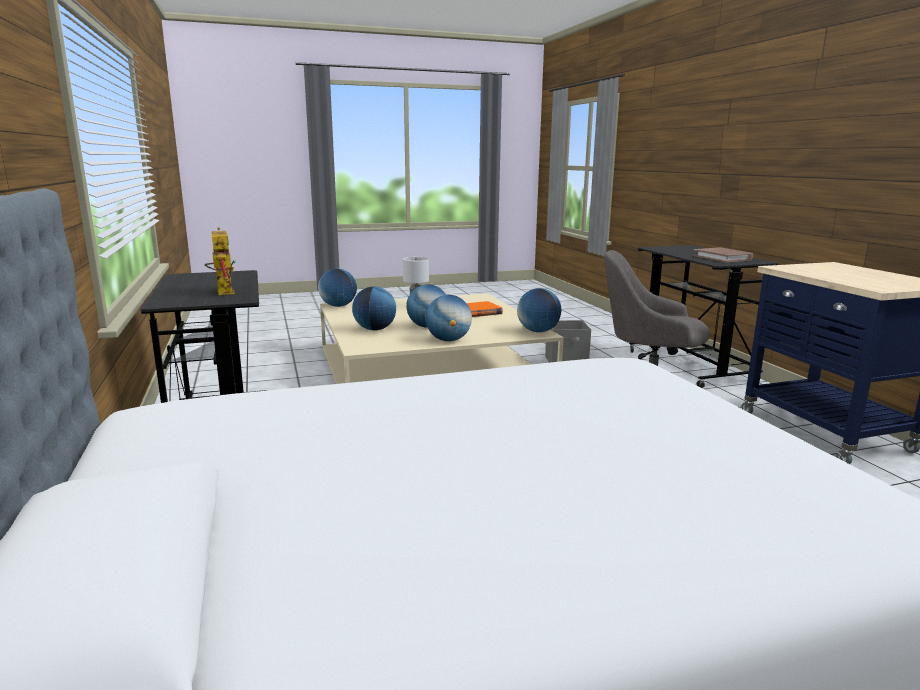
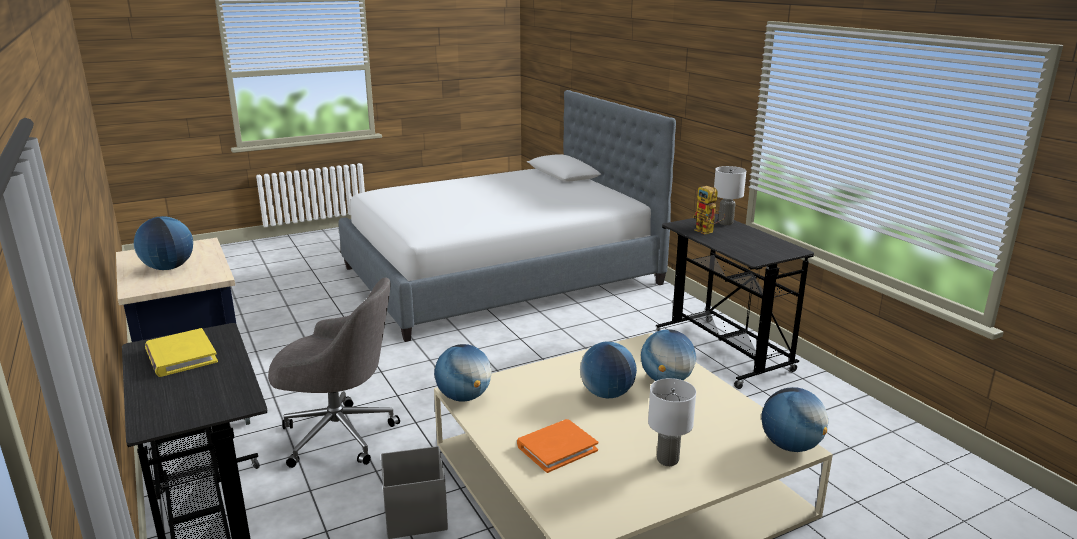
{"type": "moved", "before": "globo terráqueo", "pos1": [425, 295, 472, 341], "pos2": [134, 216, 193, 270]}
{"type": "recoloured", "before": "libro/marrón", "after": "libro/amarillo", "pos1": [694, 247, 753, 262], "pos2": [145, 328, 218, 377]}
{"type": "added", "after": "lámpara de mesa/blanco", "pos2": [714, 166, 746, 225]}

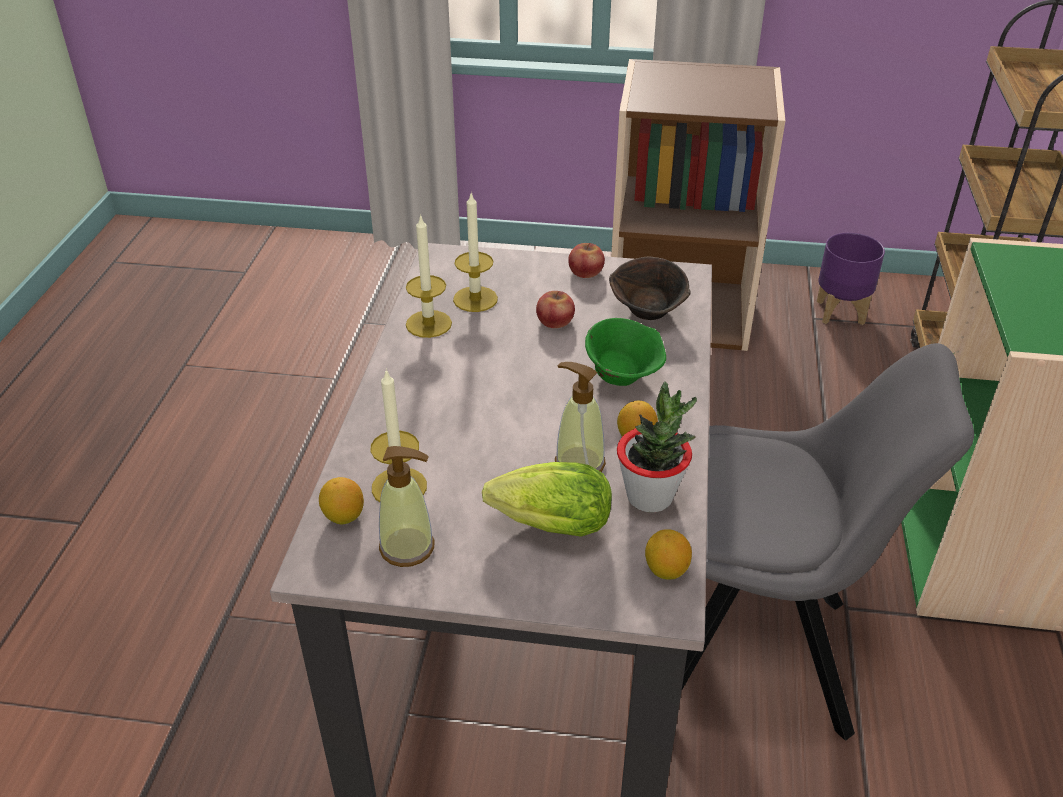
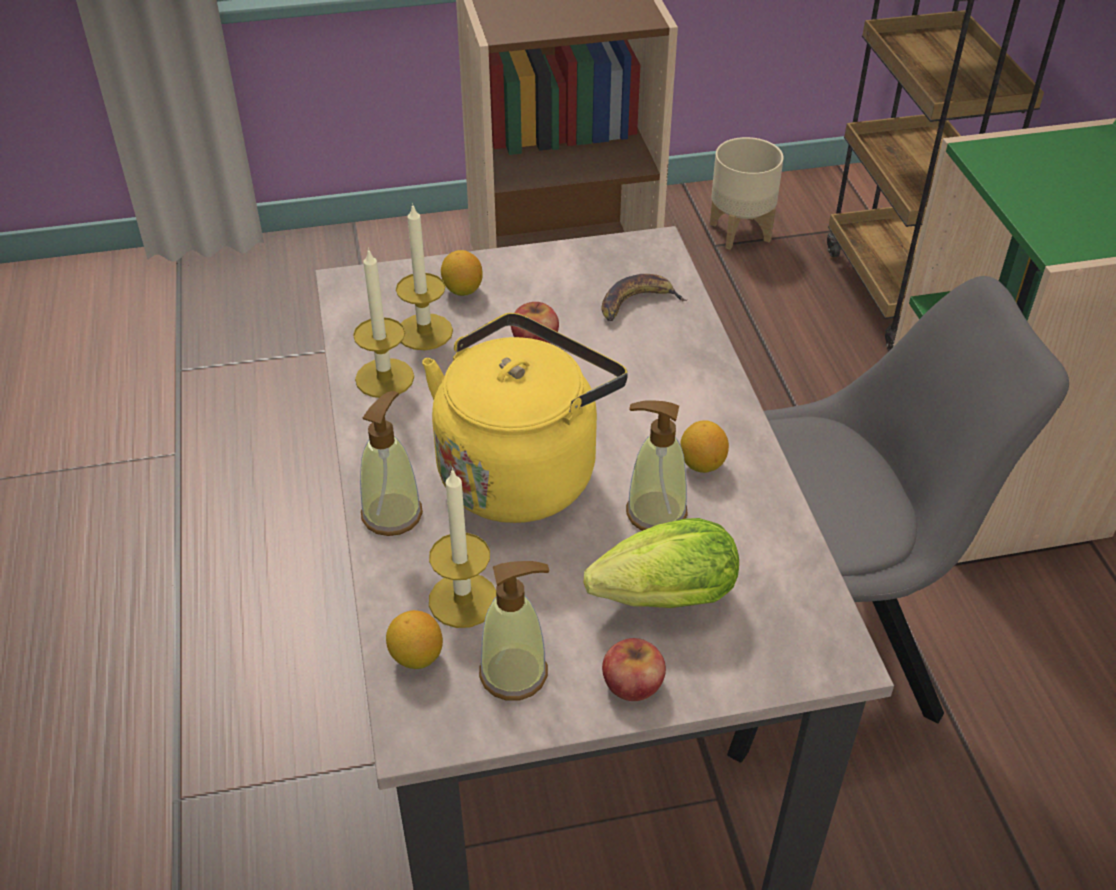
{"type": "moved", "before": "manzana", "pos1": [568, 243, 605, 278], "pos2": [602, 638, 666, 701]}
{"type": "removed", "before": "cuenco/verde", "pos1": [585, 318, 666, 386]}
{"type": "replaced", "before": "cuenco/marrón", "after": "plátano", "pos1": [609, 256, 691, 320], "pos2": [601, 274, 687, 321]}
{"type": "removed", "before": "planta en maceta", "pos1": [617, 381, 697, 512]}
{"type": "moved", "before": "limón", "pos1": [645, 529, 692, 580], "pos2": [441, 250, 483, 296]}
{"type": "recoloured", "before": "maceta/morado", "after": "maceta/beis", "pos1": [817, 233, 885, 325], "pos2": [710, 137, 784, 250]}
{"type": "added", "after": "dispensador de jabón", "pos2": [360, 391, 423, 536]}
{"type": "added", "after": "hervidor/amarillo", "pos2": [422, 313, 628, 523]}

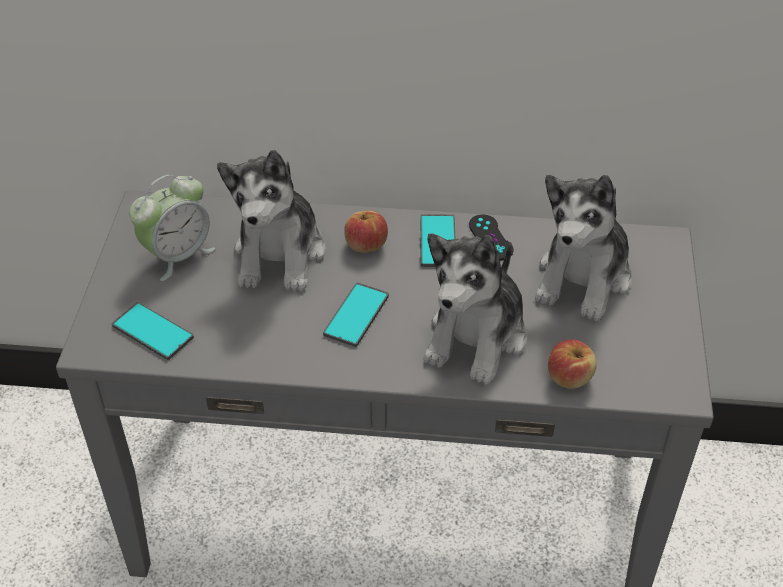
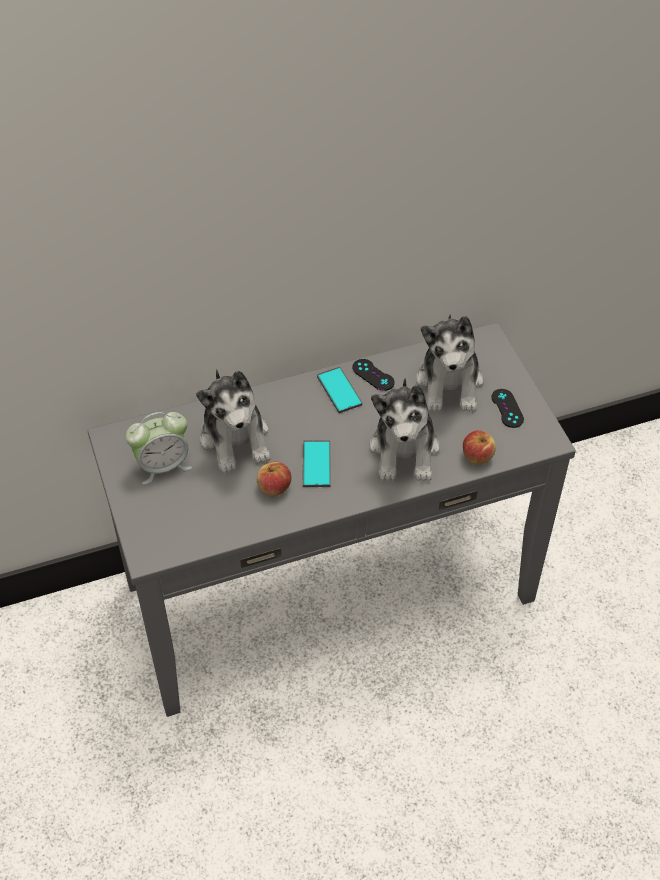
{"type": "removed", "before": "móvil", "pos1": [112, 302, 194, 360]}
{"type": "turned", "before": "despertador", "pos1": [129, 175, 215, 281], "pos2": [126, 412, 192, 484], "turn": 45}
{"type": "moved", "before": "manzana", "pos1": [344, 210, 388, 253], "pos2": [257, 461, 292, 497]}
{"type": "added", "after": "mando de consola/negro", "pos2": [491, 389, 524, 428]}

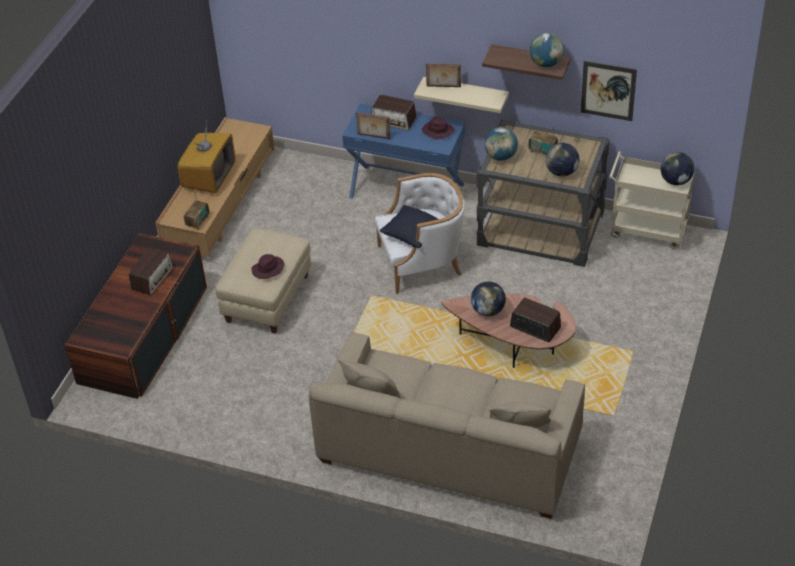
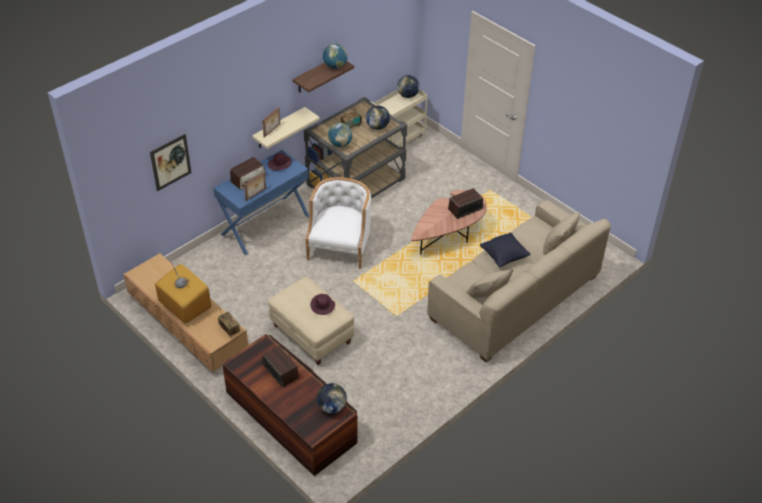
{"type": "moved", "before": "cojín/negro", "pos1": [380, 205, 438, 248], "pos2": [480, 233, 530, 267]}
{"type": "moved", "before": "globo terráqueo", "pos1": [471, 281, 506, 316], "pos2": [317, 383, 347, 414]}
{"type": "moved", "before": "cuadro", "pos1": [581, 61, 637, 121], "pos2": [150, 134, 192, 191]}

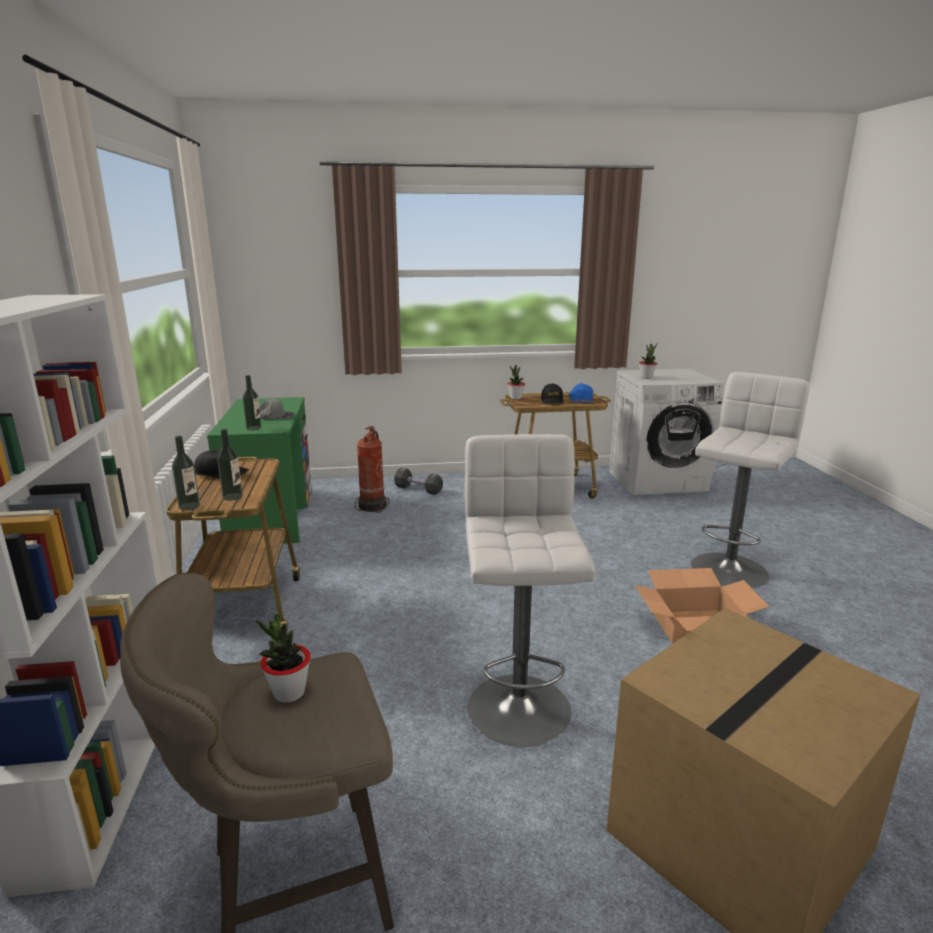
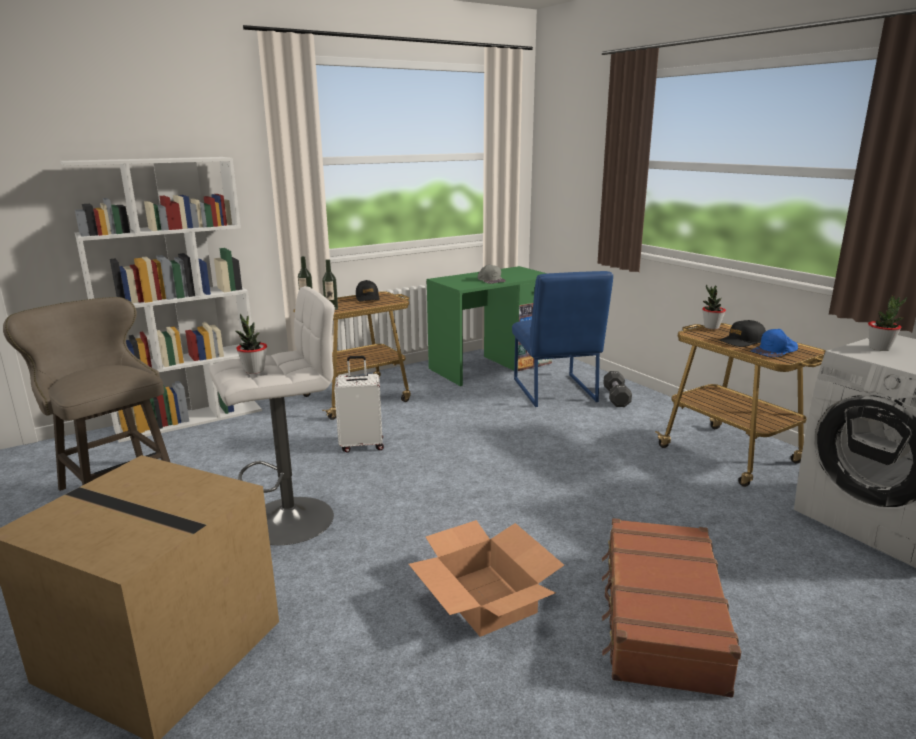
{"type": "removed", "before": "botella", "pos1": [243, 375, 262, 431]}
{"type": "moved", "before": "planta en maceta", "pos1": [256, 614, 311, 703], "pos2": [235, 314, 267, 374]}
{"type": "replaced", "before": "extintor", "after": "silla/azul", "pos1": [355, 426, 390, 513], "pos2": [512, 271, 613, 407]}
{"type": "replaced", "before": "taburete/blanco", "after": "maleta/marrón", "pos1": [691, 372, 810, 588], "pos2": [602, 518, 741, 698]}
{"type": "added", "after": "maleta/blanco", "pos2": [334, 356, 384, 453]}

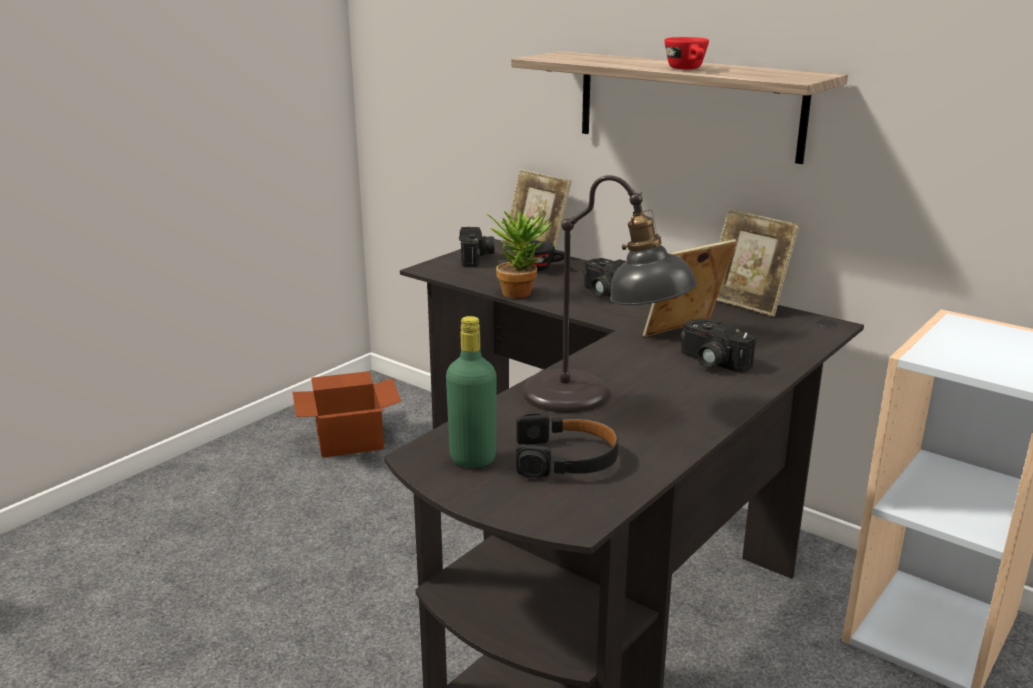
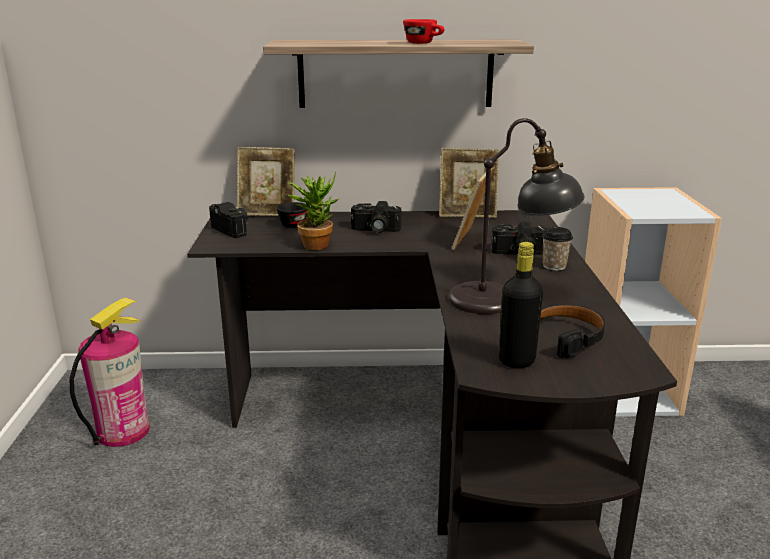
{"type": "replaced", "before": "caja de cartón", "after": "extintor", "pos1": [293, 371, 401, 458], "pos2": [69, 297, 150, 447]}
{"type": "recoloured", "before": "botella/verde", "after": "botella/negro", "pos1": [446, 316, 497, 468], "pos2": [499, 242, 543, 368]}
{"type": "added", "after": "taza", "pos2": [542, 227, 573, 271]}

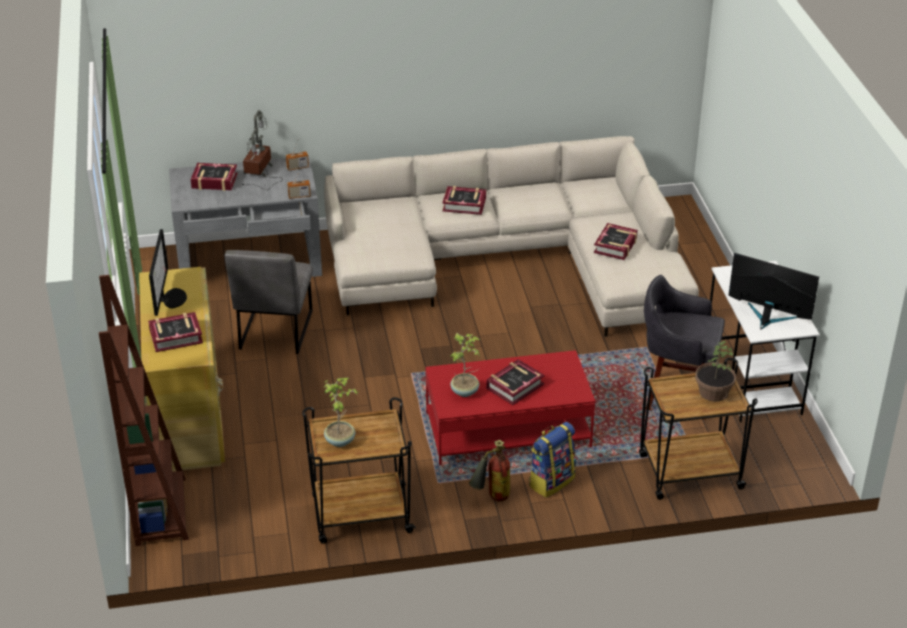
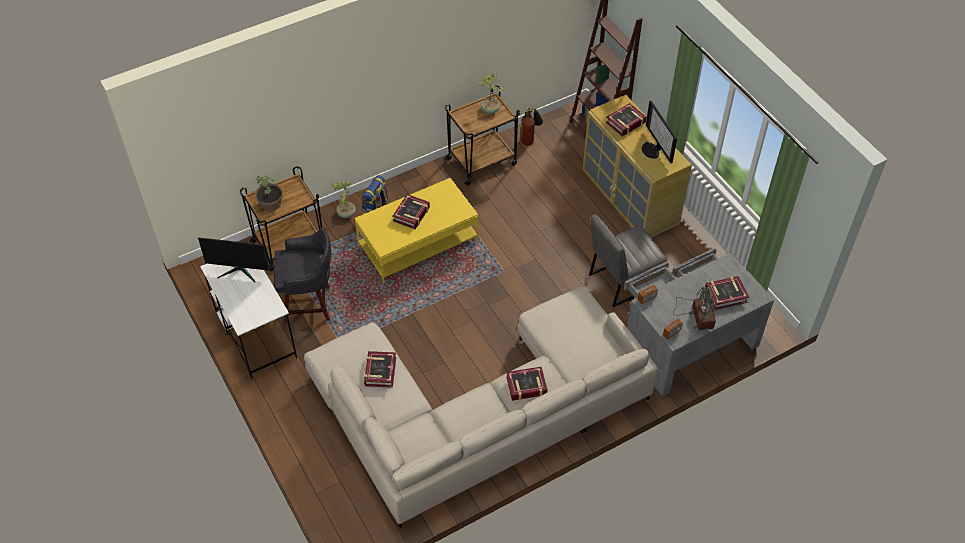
{"type": "turned", "before": "silla/gris", "pos1": [224, 250, 313, 354], "pos2": [589, 214, 667, 307], "turn": -105}
{"type": "recoloured", "before": "mesa de centro/rojo", "after": "mesa de centro/amarillo", "pos1": [426, 350, 595, 465], "pos2": [355, 178, 478, 283]}
{"type": "moved", "before": "planta en maceta", "pos1": [450, 333, 481, 397], "pos2": [332, 181, 356, 218]}
{"type": "moved", "before": "extintor", "pos1": [469, 440, 510, 501], "pos2": [521, 107, 543, 145]}

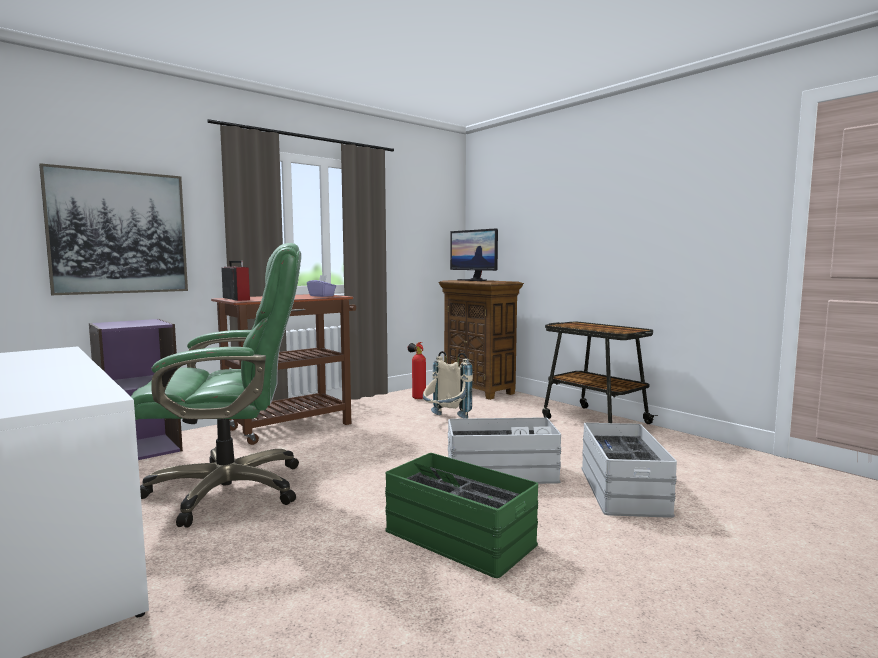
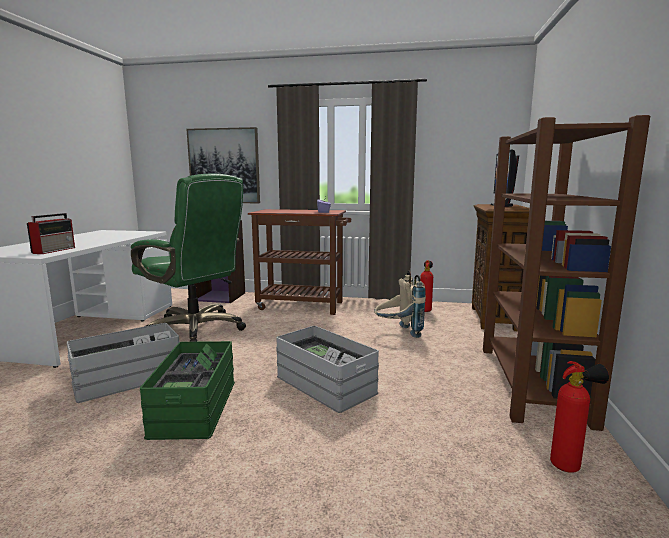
{"type": "moved", "before": "radio", "pos1": [221, 261, 250, 301], "pos2": [27, 213, 75, 254]}
{"type": "replaced", "before": "carrito", "after": "estantería/marrón", "pos1": [542, 322, 658, 424], "pos2": [483, 115, 650, 431]}
{"type": "moved", "before": "caja de almacenaje/gris", "pos1": [582, 423, 677, 518], "pos2": [67, 323, 179, 403]}
{"type": "added", "after": "extintor", "pos2": [550, 361, 609, 473]}

